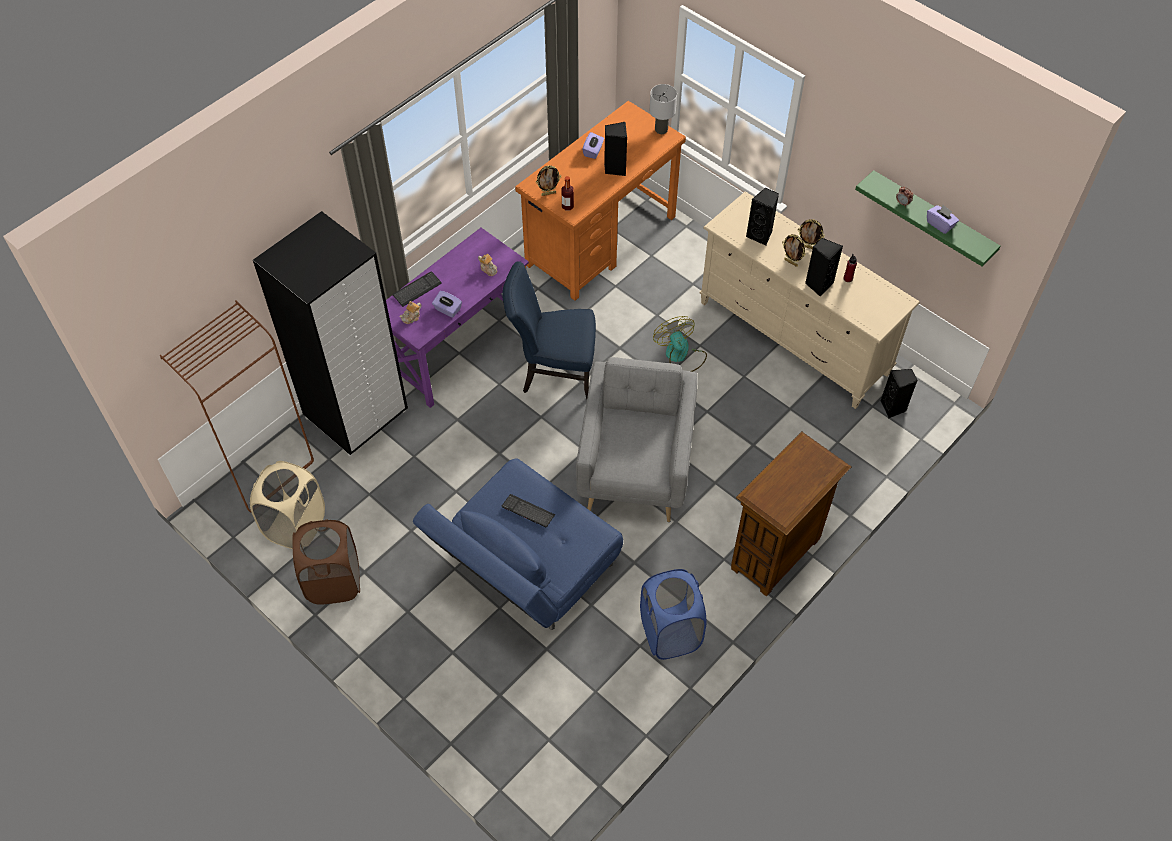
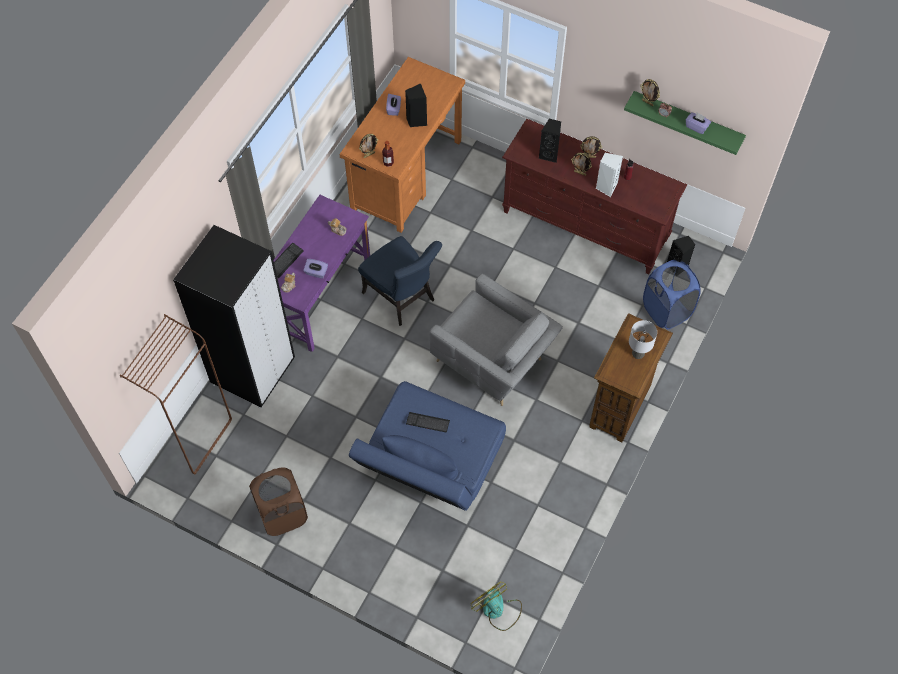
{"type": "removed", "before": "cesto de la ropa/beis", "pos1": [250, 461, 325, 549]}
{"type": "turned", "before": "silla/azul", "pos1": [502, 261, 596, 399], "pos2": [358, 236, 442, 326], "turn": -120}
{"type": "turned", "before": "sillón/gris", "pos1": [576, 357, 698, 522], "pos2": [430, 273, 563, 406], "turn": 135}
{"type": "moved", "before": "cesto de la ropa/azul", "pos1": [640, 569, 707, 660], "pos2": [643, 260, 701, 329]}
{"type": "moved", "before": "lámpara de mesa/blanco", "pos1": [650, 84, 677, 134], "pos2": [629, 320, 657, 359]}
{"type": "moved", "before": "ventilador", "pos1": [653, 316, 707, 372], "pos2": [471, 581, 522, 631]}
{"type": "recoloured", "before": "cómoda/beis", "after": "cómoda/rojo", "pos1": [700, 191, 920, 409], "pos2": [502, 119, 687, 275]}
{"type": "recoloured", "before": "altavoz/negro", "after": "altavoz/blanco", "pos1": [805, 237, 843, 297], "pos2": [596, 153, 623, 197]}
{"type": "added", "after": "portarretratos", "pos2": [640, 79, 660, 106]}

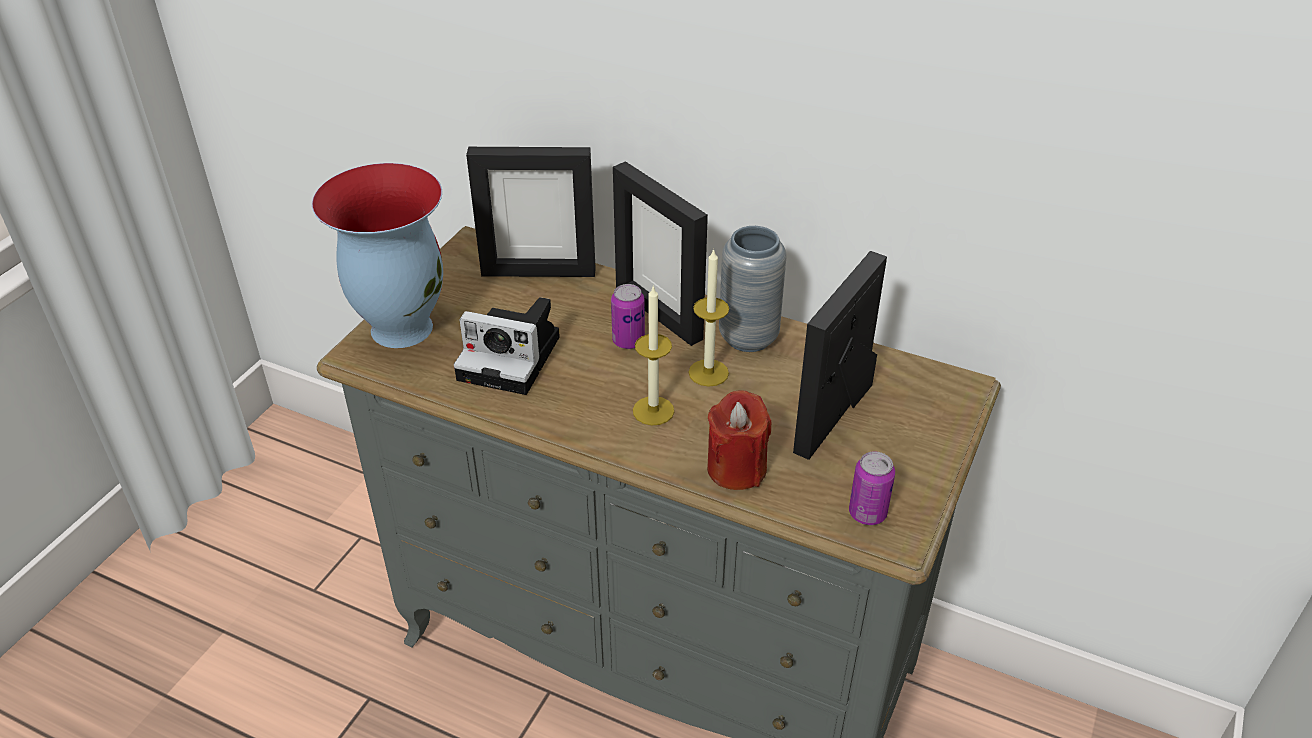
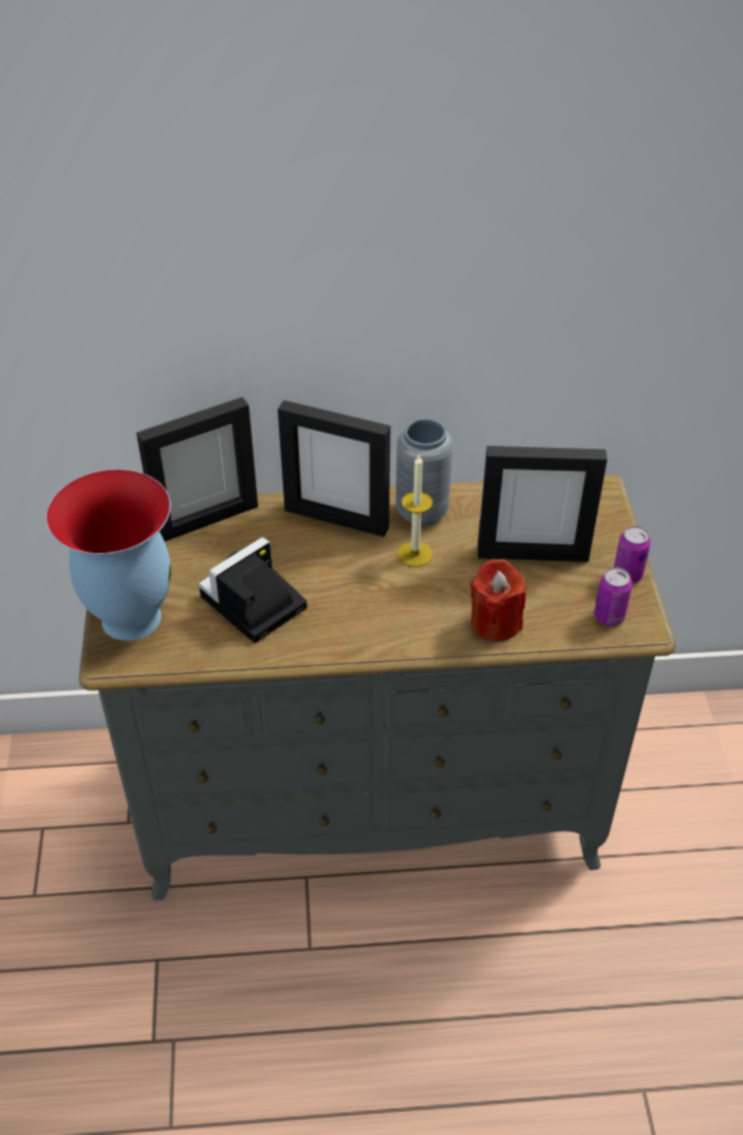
{"type": "turned", "before": "cámara", "pos1": [454, 297, 560, 395], "pos2": [199, 537, 307, 643], "turn": 150}
{"type": "moved", "before": "lata", "pos1": [611, 284, 645, 349], "pos2": [614, 526, 651, 583]}
{"type": "removed", "before": "vela", "pos1": [633, 285, 674, 425]}
{"type": "turned", "before": "portarretratos", "pos1": [793, 251, 887, 460], "pos2": [478, 446, 607, 562], "turn": -90}

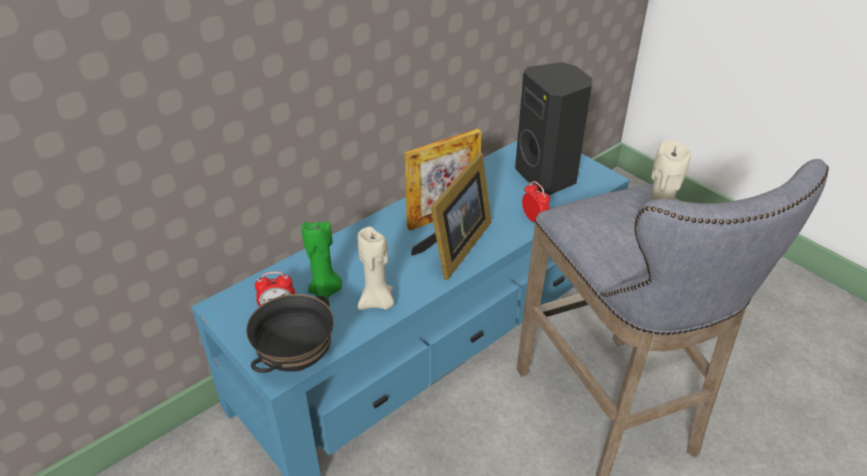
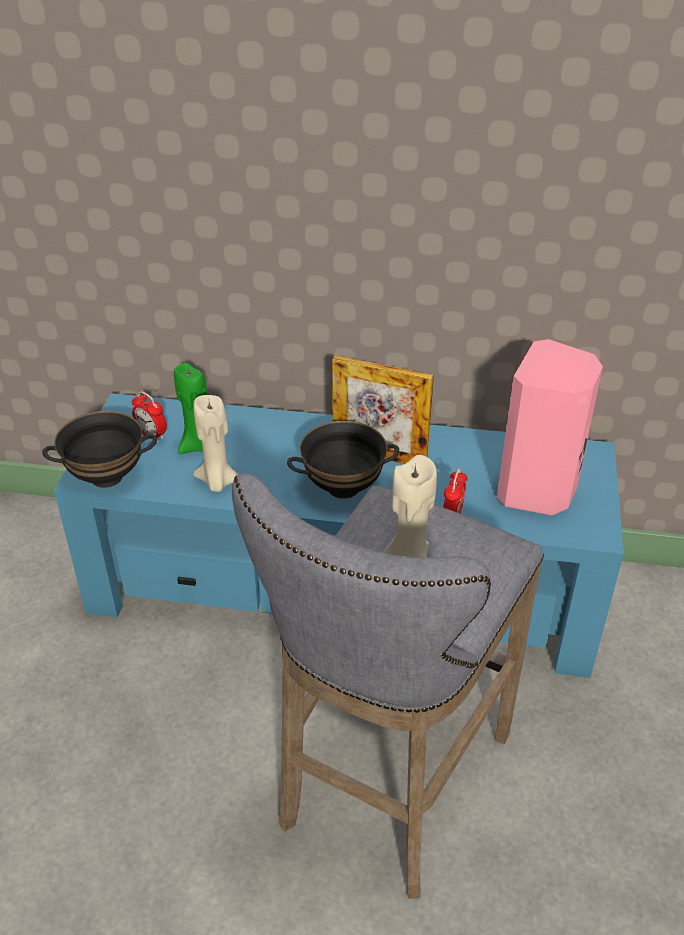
{"type": "replaced", "before": "portarretratos", "after": "cuenco/negro", "pos1": [411, 152, 491, 280], "pos2": [287, 421, 399, 499]}
{"type": "recoloured", "before": "altavoz/negro", "after": "altavoz/rosa", "pos1": [515, 62, 592, 195], "pos2": [497, 339, 603, 515]}

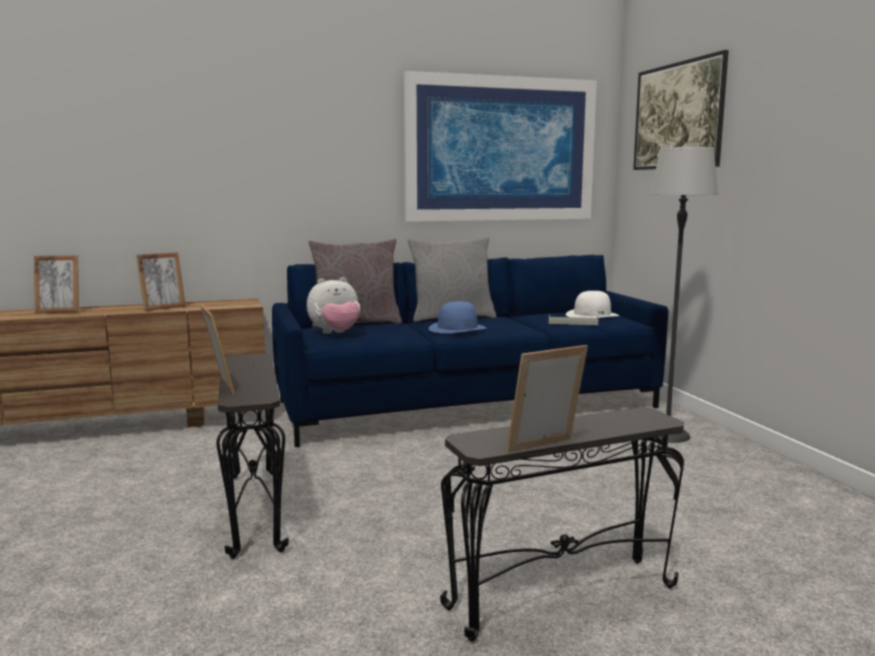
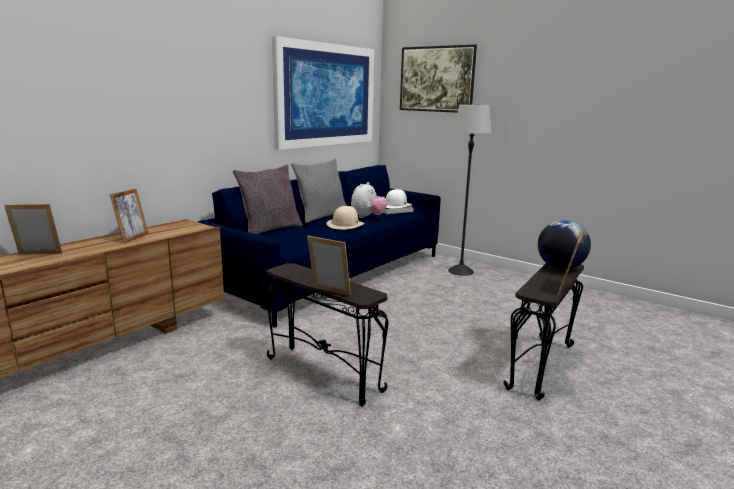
{"type": "turned", "before": "portarretratos", "pos1": [34, 255, 79, 313], "pos2": [4, 204, 62, 255], "turn": -150}
{"type": "moved", "before": "peluche", "pos1": [307, 277, 360, 334], "pos2": [351, 182, 387, 218]}
{"type": "recoloured", "before": "sombrero/azul", "after": "sombrero/beis", "pos1": [429, 301, 486, 333], "pos2": [327, 206, 364, 230]}
{"type": "added", "after": "globo terráqueo", "pos2": [538, 220, 591, 269]}

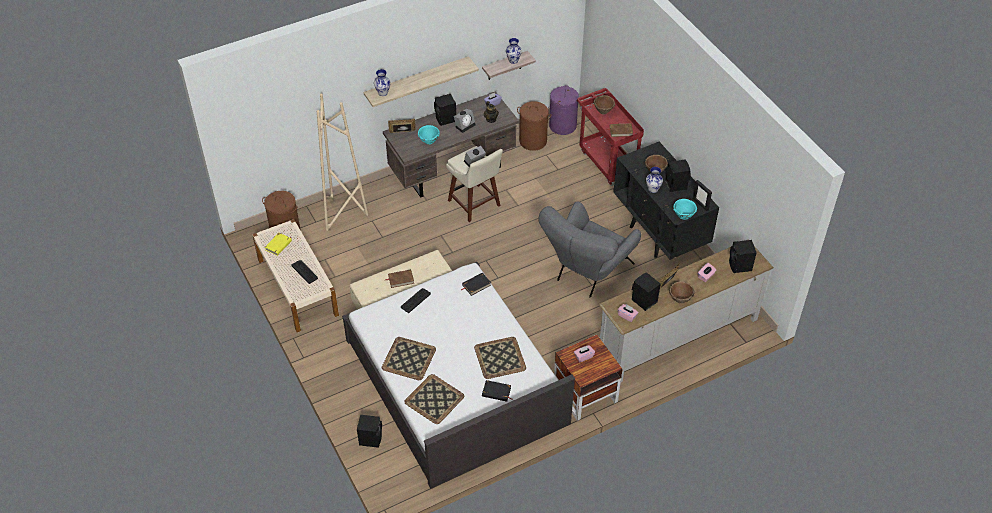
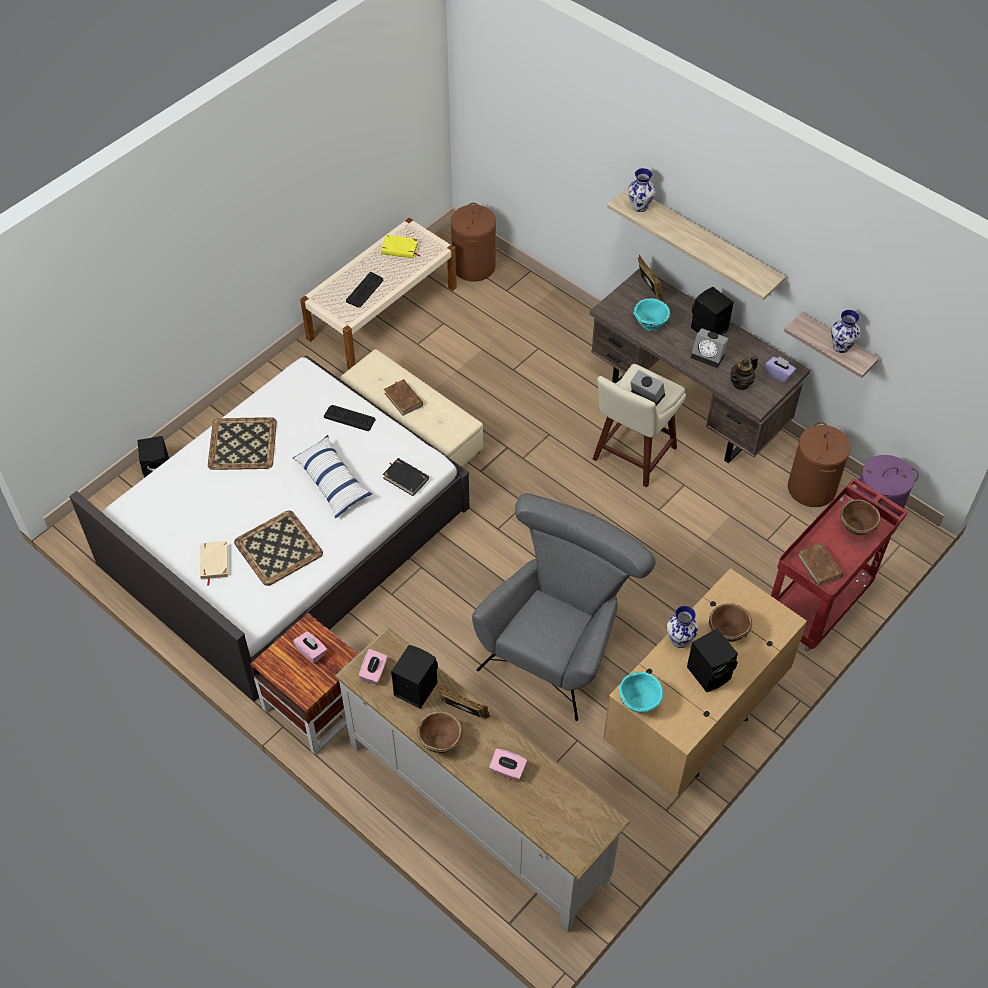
{"type": "removed", "before": "perchero/beis", "pos1": [317, 93, 368, 231]}
{"type": "removed", "before": "bandeja", "pos1": [404, 374, 464, 424]}
{"type": "recoloured", "before": "libro/negro", "after": "libro/beis", "pos1": [482, 380, 512, 402], "pos2": [200, 541, 228, 586]}
{"type": "turned", "before": "sillón/gris", "pos1": [538, 201, 641, 298], "pos2": [472, 493, 656, 721], "turn": 105}
{"type": "recoloured", "before": "cómoda/negro", "after": "cómoda/beis", "pos1": [613, 142, 719, 260], "pos2": [603, 568, 807, 797]}
{"type": "removed", "before": "portarretratos", "pos1": [693, 180, 712, 211]}
{"type": "removed", "before": "altavoz/negro", "pos1": [729, 240, 757, 273]}
{"type": "added", "after": "cojín", "pos2": [293, 435, 372, 518]}

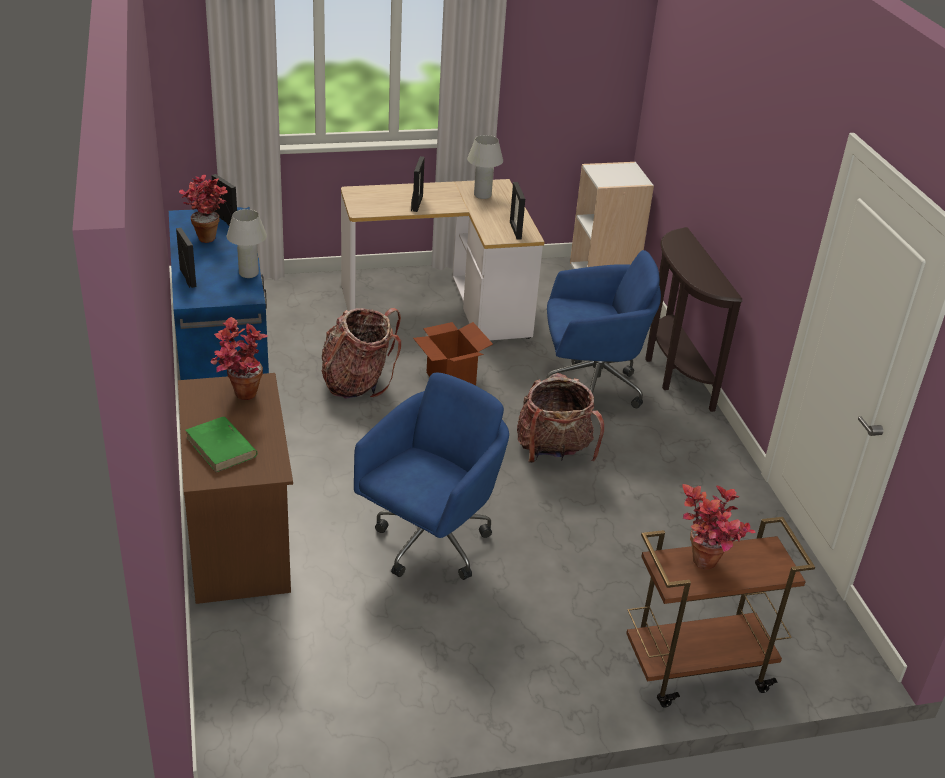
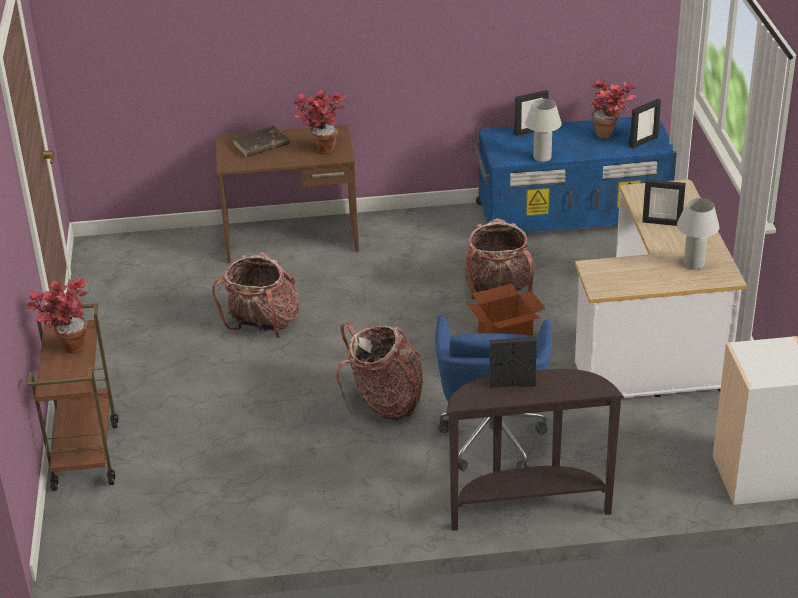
{"type": "recoloured", "before": "libro/verde", "after": "libro/marrón", "pos1": [185, 417, 257, 473], "pos2": [233, 125, 290, 157]}
{"type": "replaced", "before": "silla de oficina/azul", "after": "mochila", "pos1": [354, 373, 509, 580], "pos2": [212, 252, 300, 338]}
{"type": "moved", "before": "portarretratos", "pos1": [510, 182, 525, 240], "pos2": [489, 337, 537, 388]}

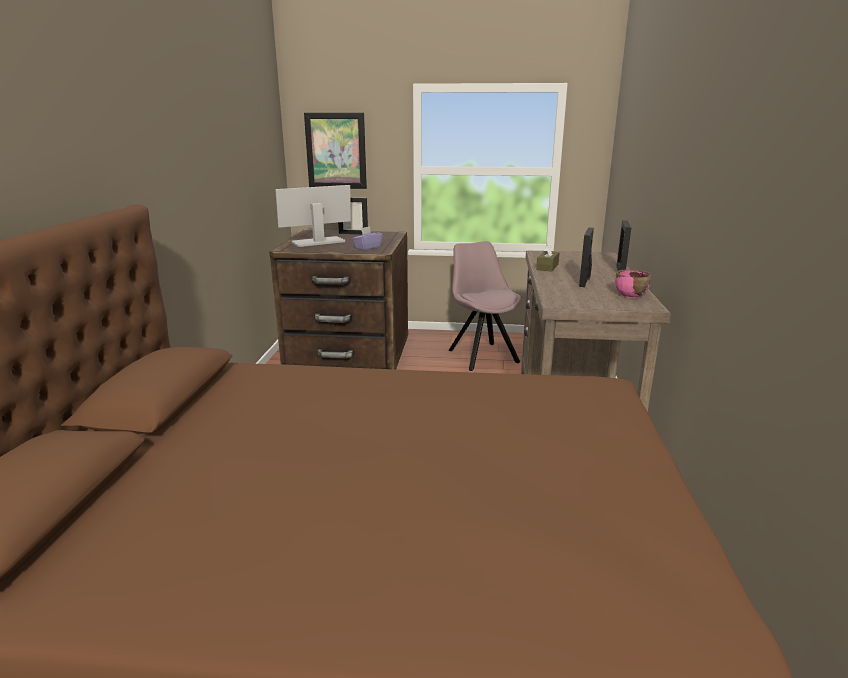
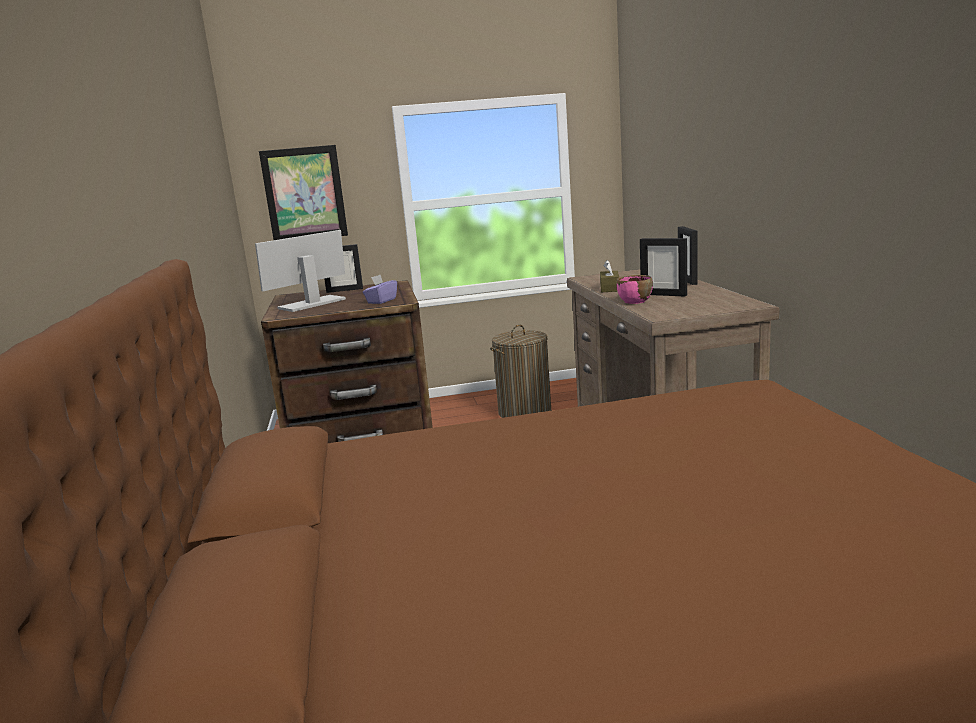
{"type": "replaced", "before": "silla/rosa", "after": "cesto de la ropa", "pos1": [448, 241, 522, 371], "pos2": [490, 325, 551, 418]}
{"type": "turned", "before": "portarretratos", "pos1": [579, 228, 594, 287], "pos2": [640, 238, 687, 297], "turn": -60}
{"type": "moved", "before": "cuenco/rosa", "pos1": [615, 269, 651, 298], "pos2": [617, 275, 653, 304]}

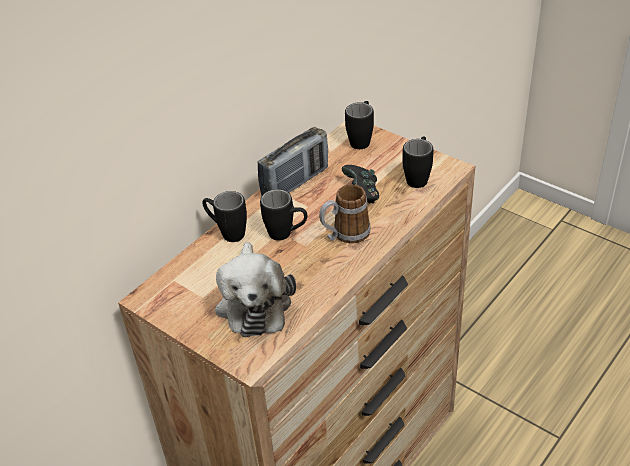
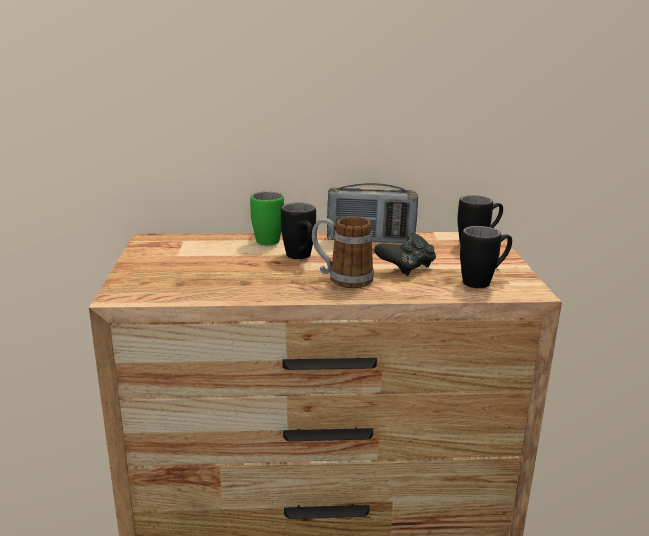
{"type": "recoloured", "before": "taza grande/negro", "after": "taza grande/verde", "pos1": [202, 191, 247, 242], "pos2": [250, 192, 284, 245]}
{"type": "removed", "before": "peluche", "pos1": [215, 242, 296, 337]}

